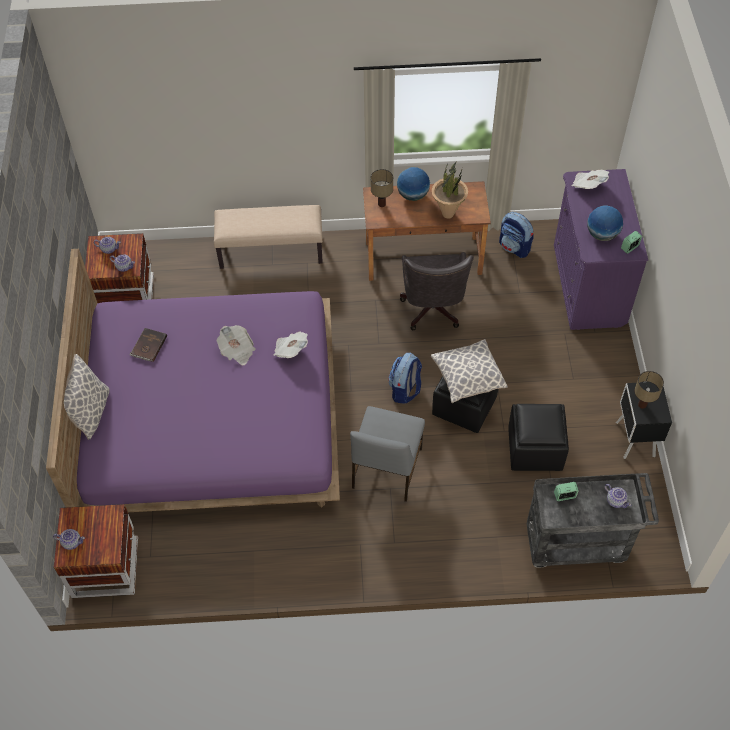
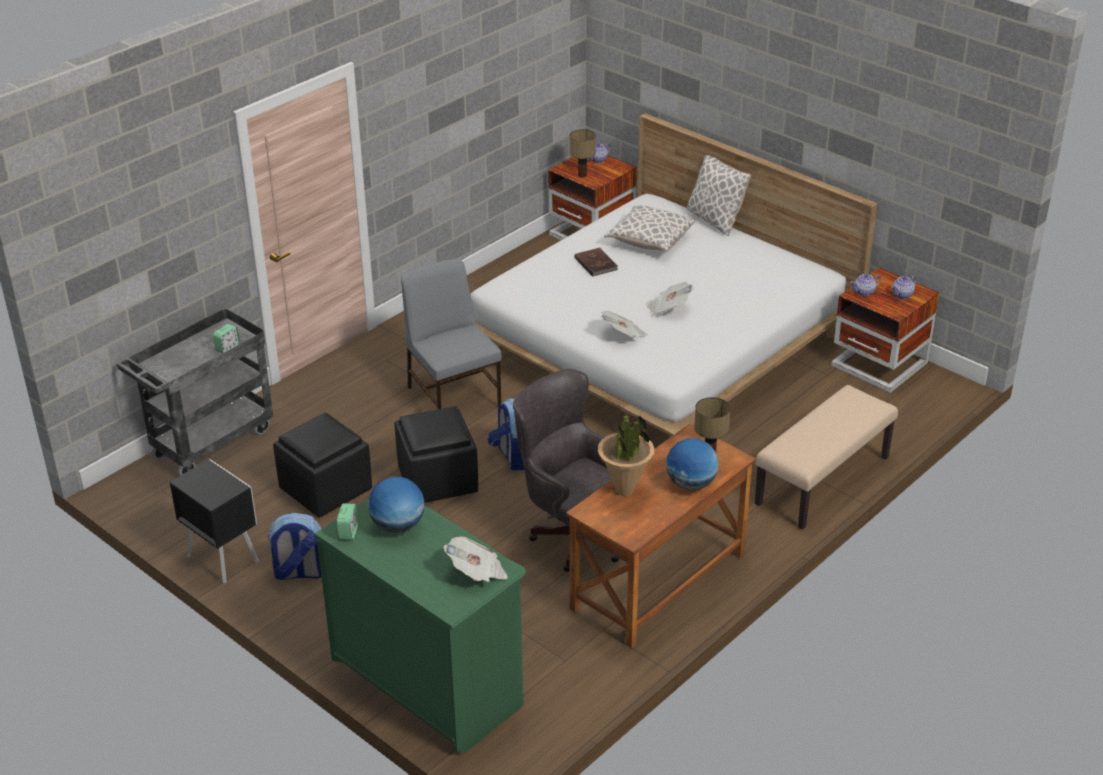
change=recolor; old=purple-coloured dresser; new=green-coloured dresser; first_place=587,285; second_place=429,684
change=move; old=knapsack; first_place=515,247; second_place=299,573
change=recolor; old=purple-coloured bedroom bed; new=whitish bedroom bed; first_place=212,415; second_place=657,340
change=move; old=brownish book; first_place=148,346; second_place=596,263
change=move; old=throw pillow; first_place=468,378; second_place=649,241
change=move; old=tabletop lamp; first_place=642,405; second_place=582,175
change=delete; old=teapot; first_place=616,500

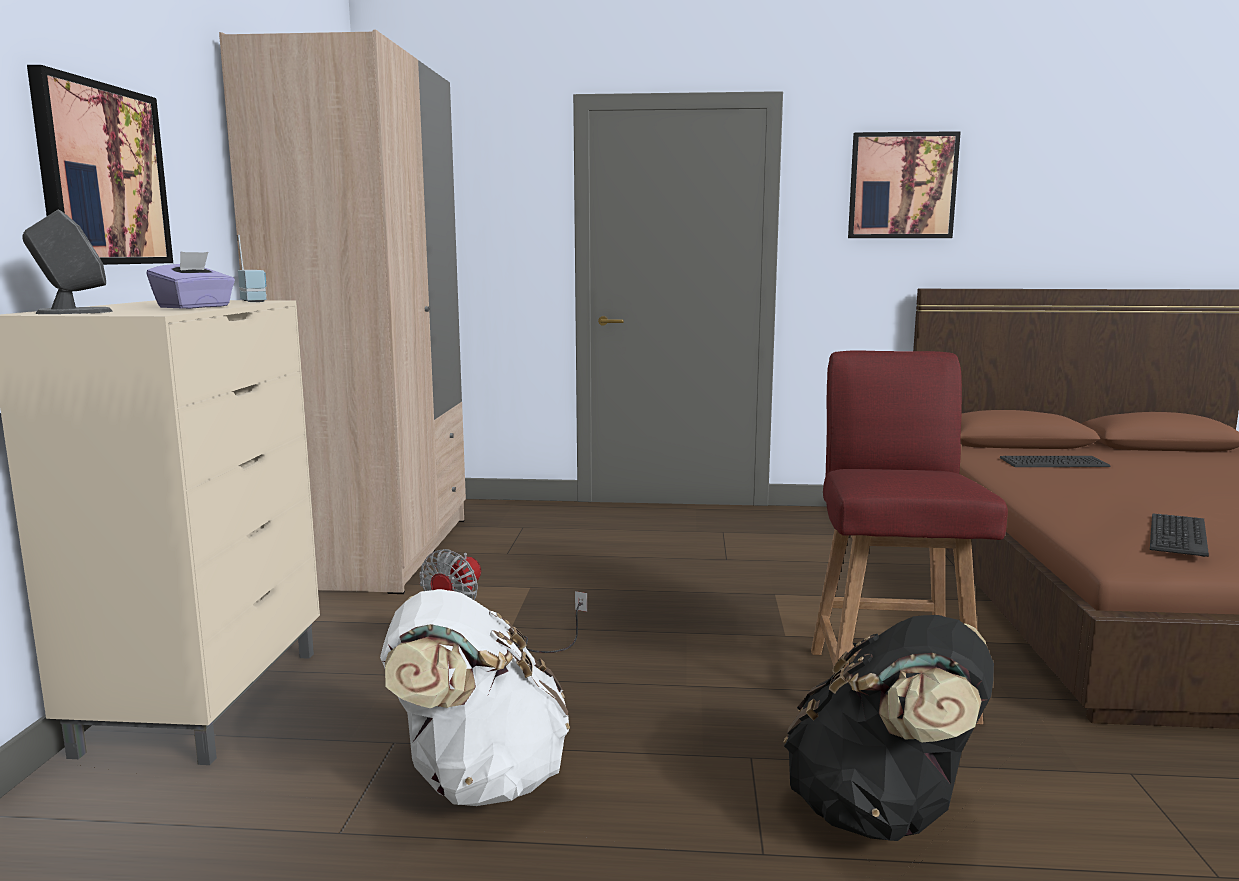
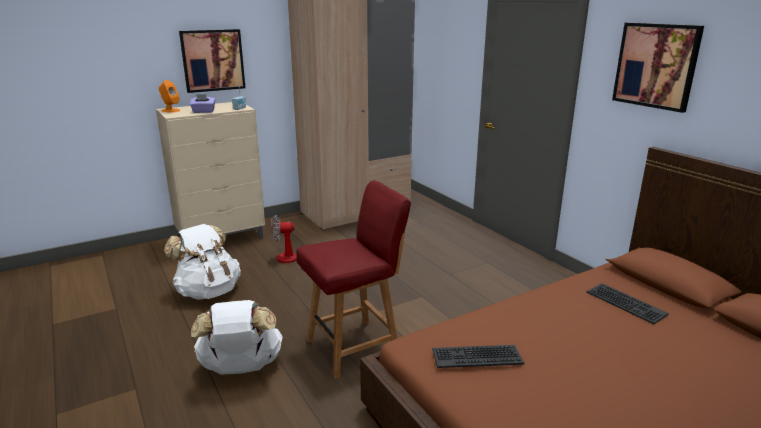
change=recolor; old=gray audio speaker; new=orangey audio speaker; first_place=73,312; second_place=170,110
change=recolor; old=black knapsack; new=whitish knapsack; first_place=883,813; second_place=241,368

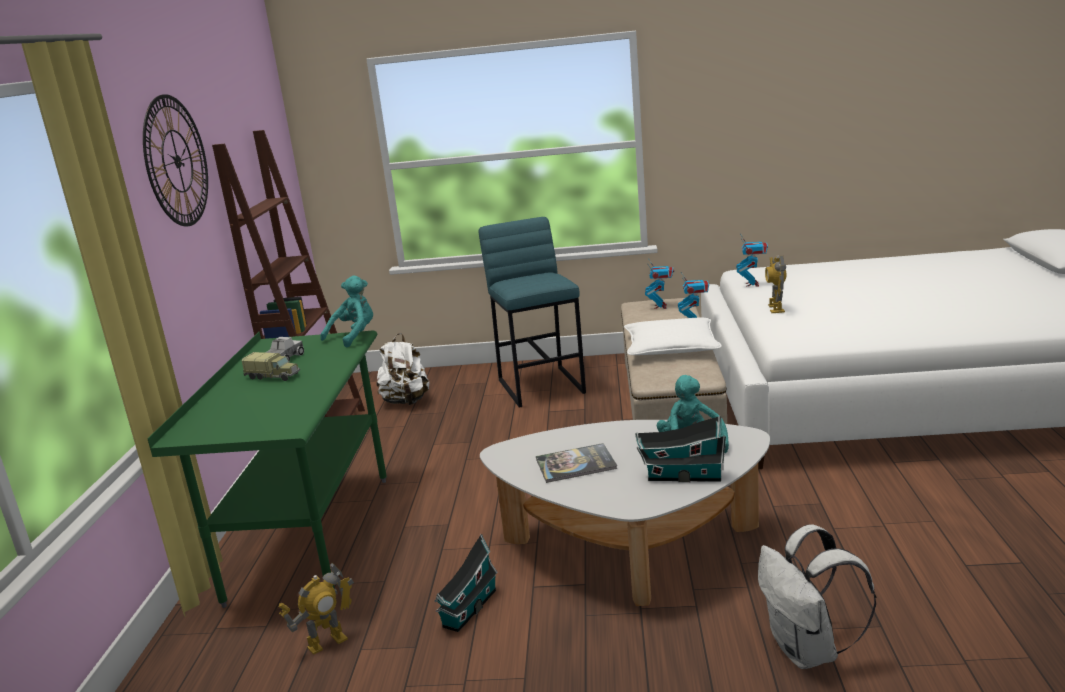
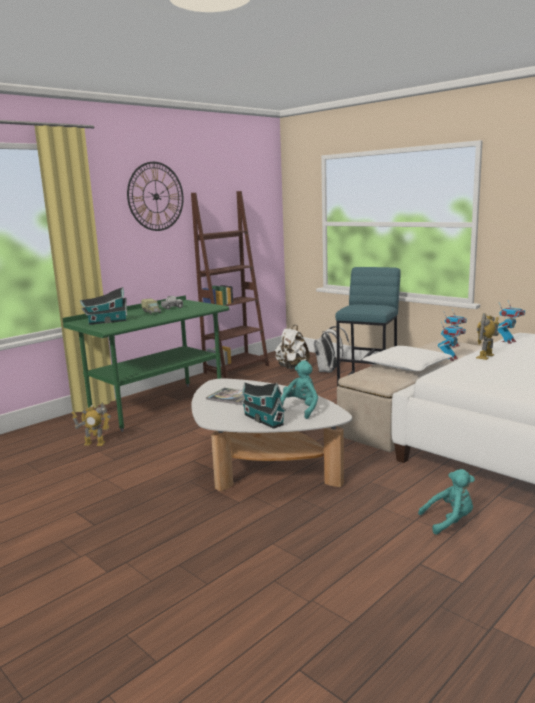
change=move; old=blue-green plush toy; first_place=354,336; second_place=449,521
change=move; old=whitish knapsack; first_place=808,651; second_place=329,371
change=move; old=miniature house; first_place=468,610; second_place=106,322

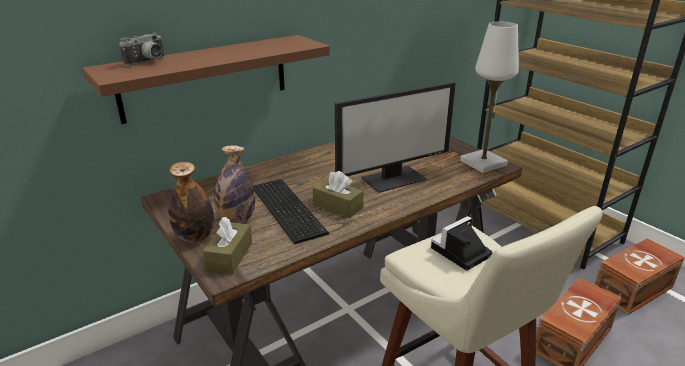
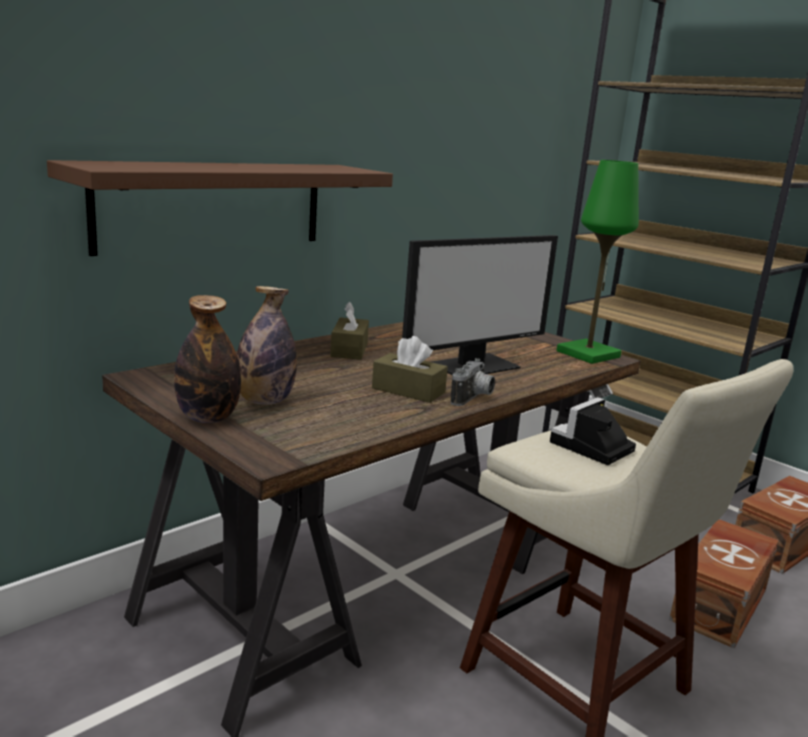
change=recolor; old=whitish tabletop lamp; new=green-coloured tabletop lamp; first_place=483,163; second_place=588,354
change=move; old=still camera; first_place=148,62; second_place=473,399
change=delete; old=computer keyboard; first_place=289,208
change=move; old=brownish tissue holder; first_place=229,256; second_place=349,349

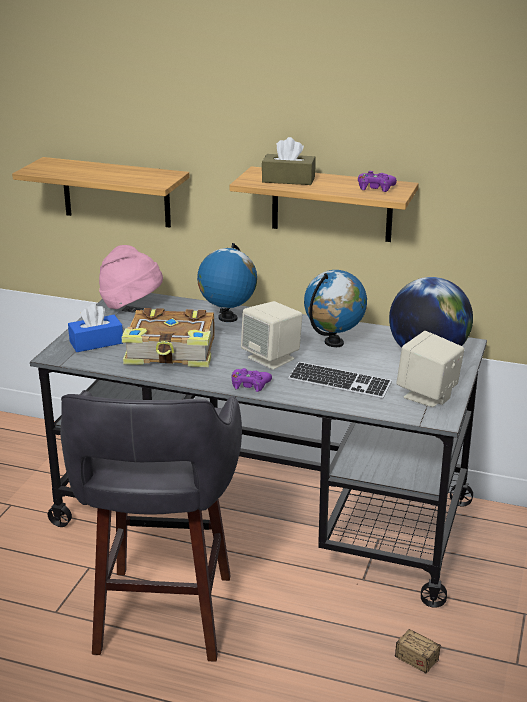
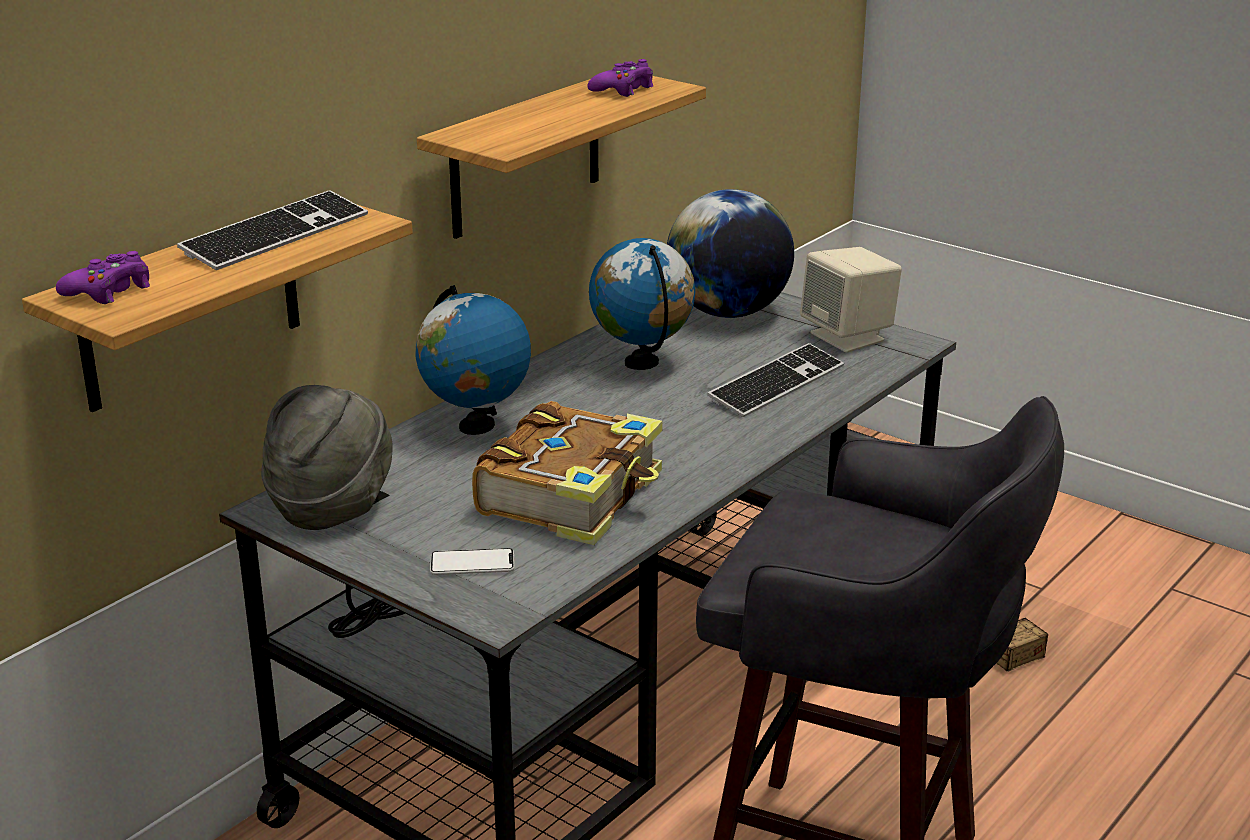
change=delete; old=brownish tissue holder; first_place=288,179
change=recolor; old=pink-coloured hat; new=gray hat; first_place=131,305; second_place=332,506
change=delete; old=beige audio speaker; first_place=272,358
change=replace; old=bluish tissue holder; new=phone; first_place=96,342; second_place=472,564
change=move; old=purple-coloured gamepad; first_place=250,385; second_place=109,290
change=insert; new=computer keyboard; second_place=276,235

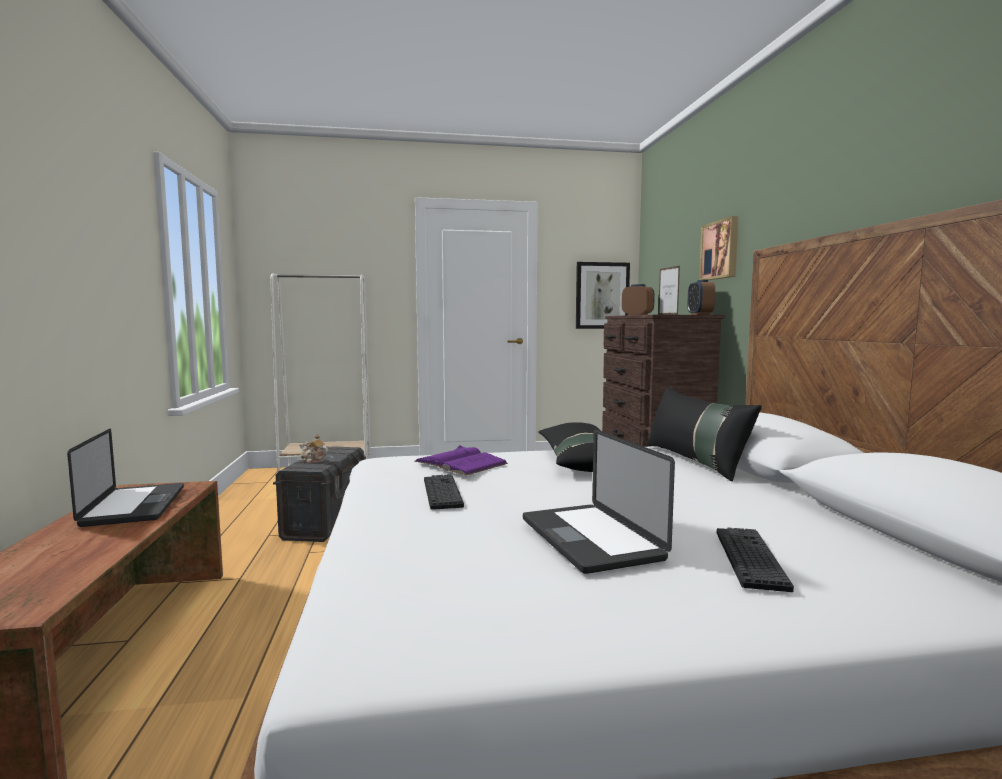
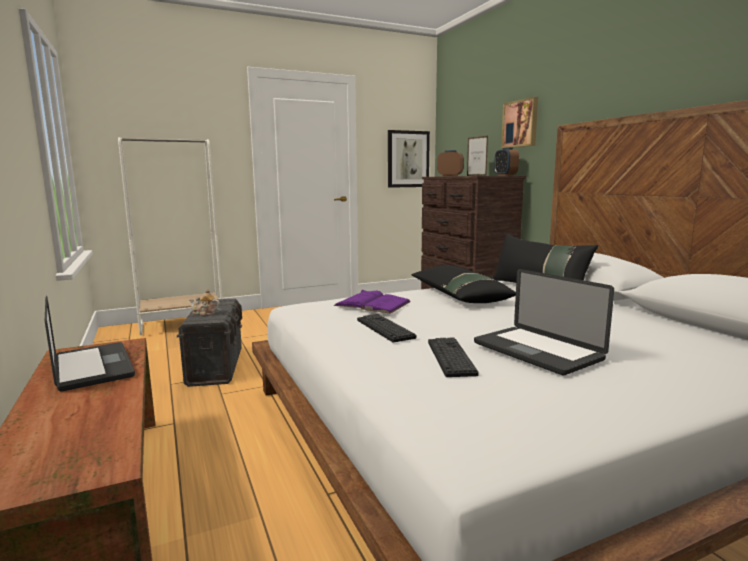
change=move; old=computer keyboard; first_place=750,558; second_place=450,357

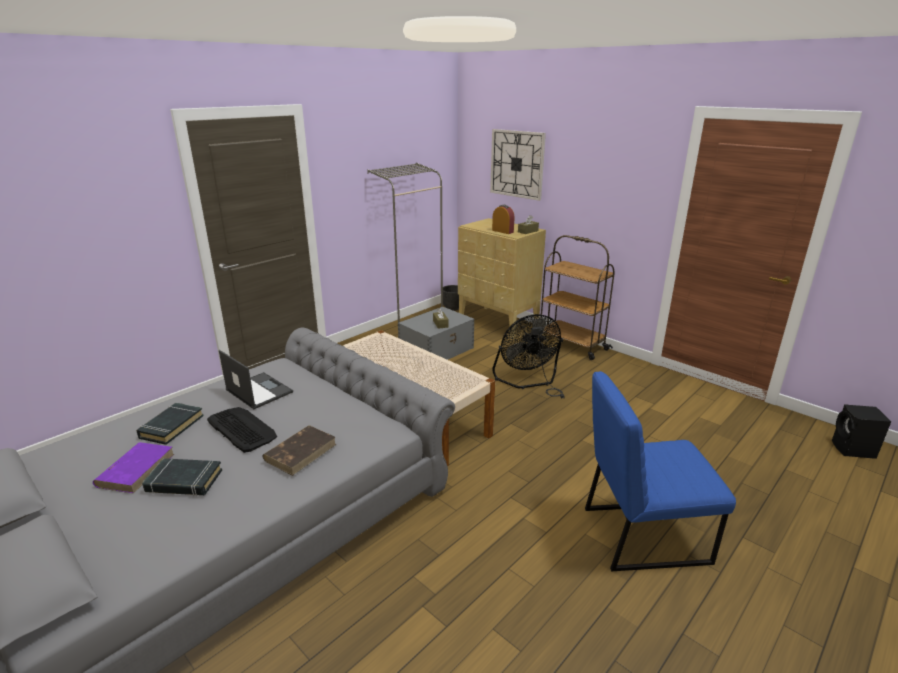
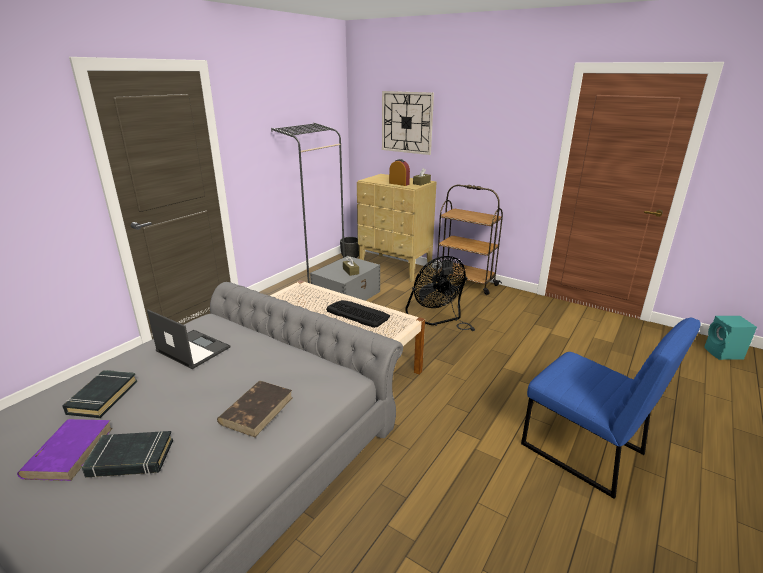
change=rotate; old=bluish chair; first_place=641,534; second_place=585,451; degrees=-120
change=recolor; old=black audio speaker; new=blue-green audio speaker; first_place=853,450; second_place=723,354
change=move; old=computer keyboard; first_place=241,429; second_place=357,313

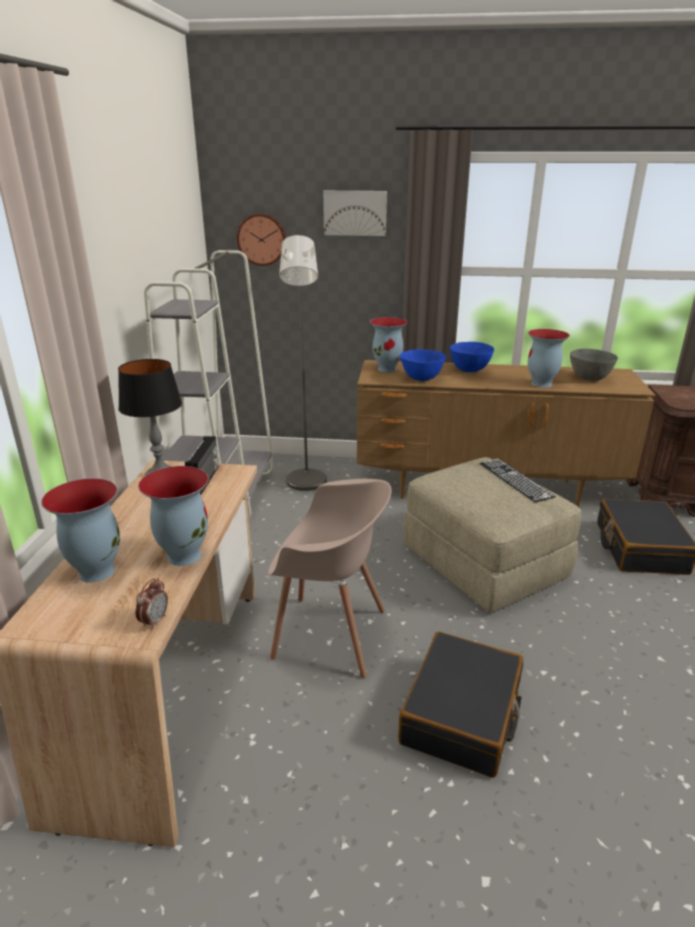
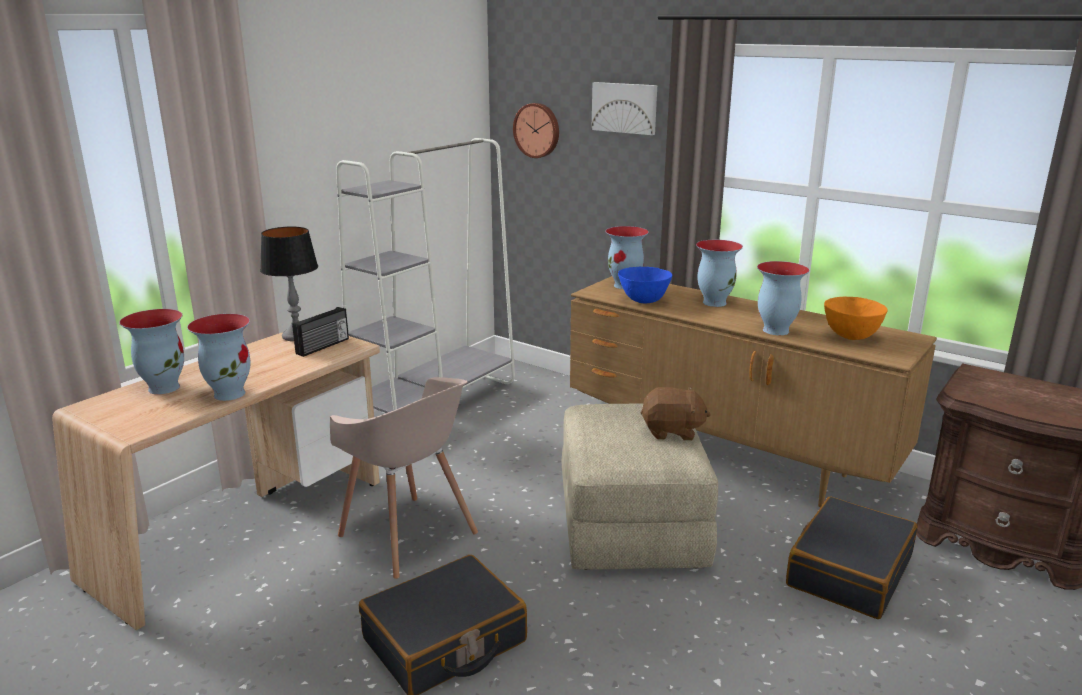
change=delete; old=gray standing lamp; first_place=306,485
change=replace; old=bluish deep dish; new=vase; first_place=469,370; second_place=714,302
change=recolor; old=gray deep dish; new=orangey deep dish; first_place=590,379; second_place=851,337
change=replace; old=computer keyboard; new=brownish plush toy; first_place=515,479; second_place=672,431
change=delete; old=bedside clock; first_place=154,621

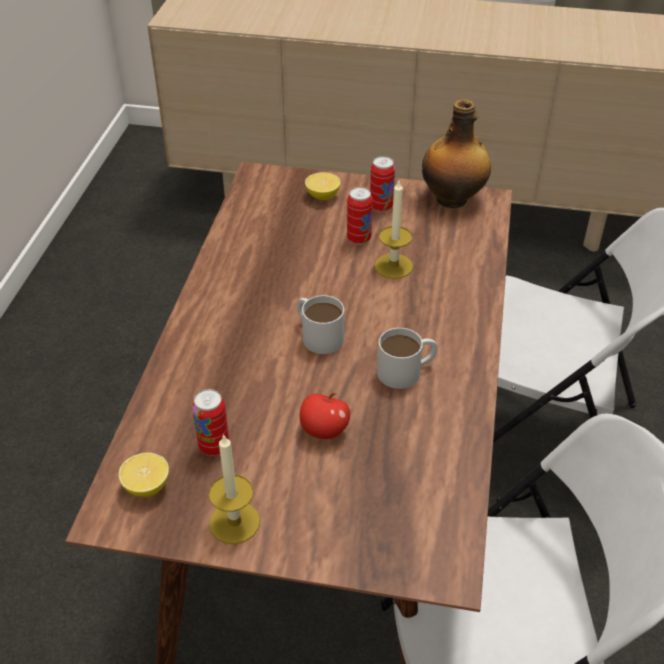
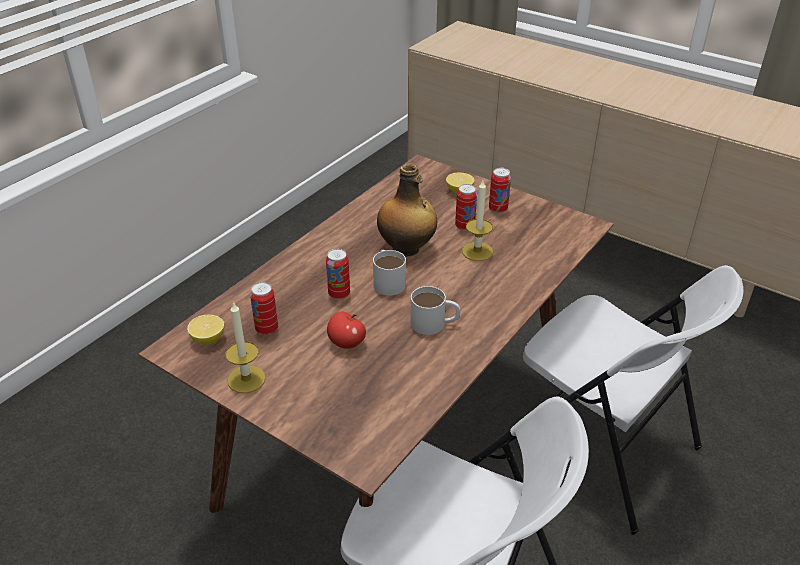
change=move; old=beverage bottle; first_place=453,199; second_place=407,249
change=insert; new=can; second_place=339,294

